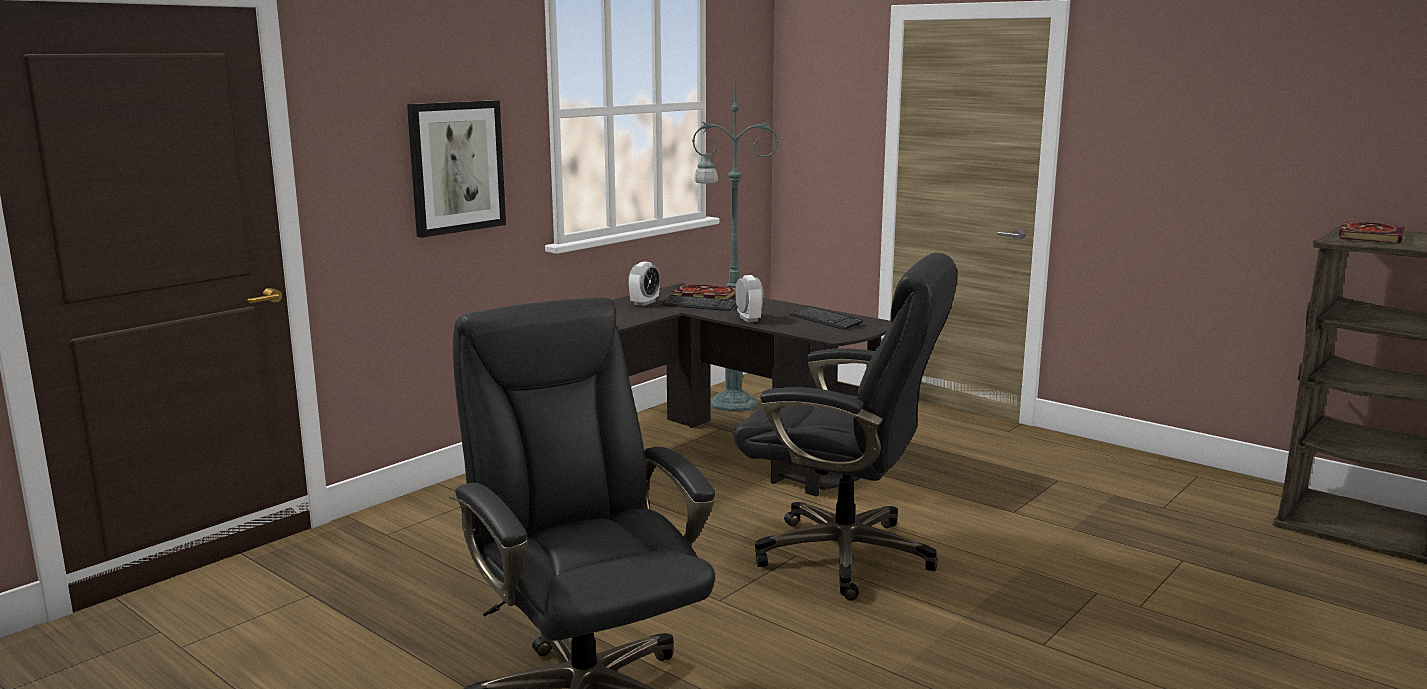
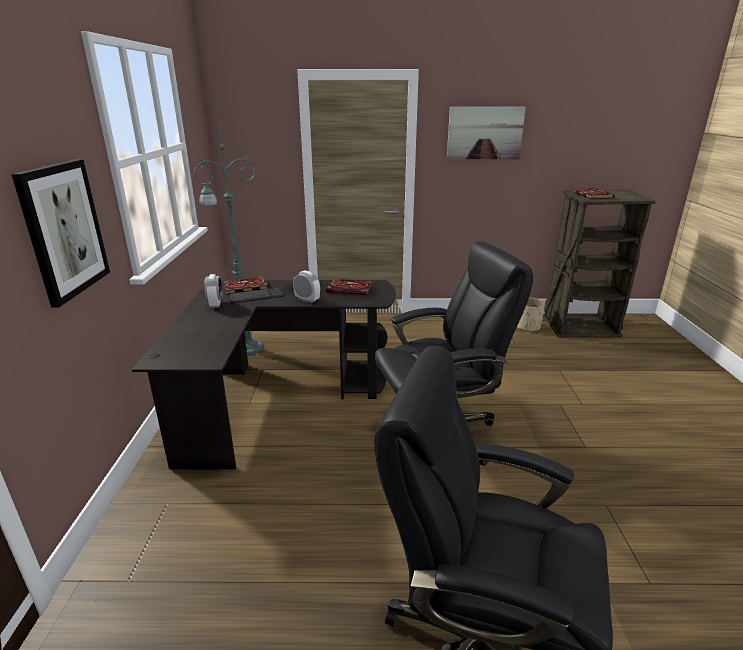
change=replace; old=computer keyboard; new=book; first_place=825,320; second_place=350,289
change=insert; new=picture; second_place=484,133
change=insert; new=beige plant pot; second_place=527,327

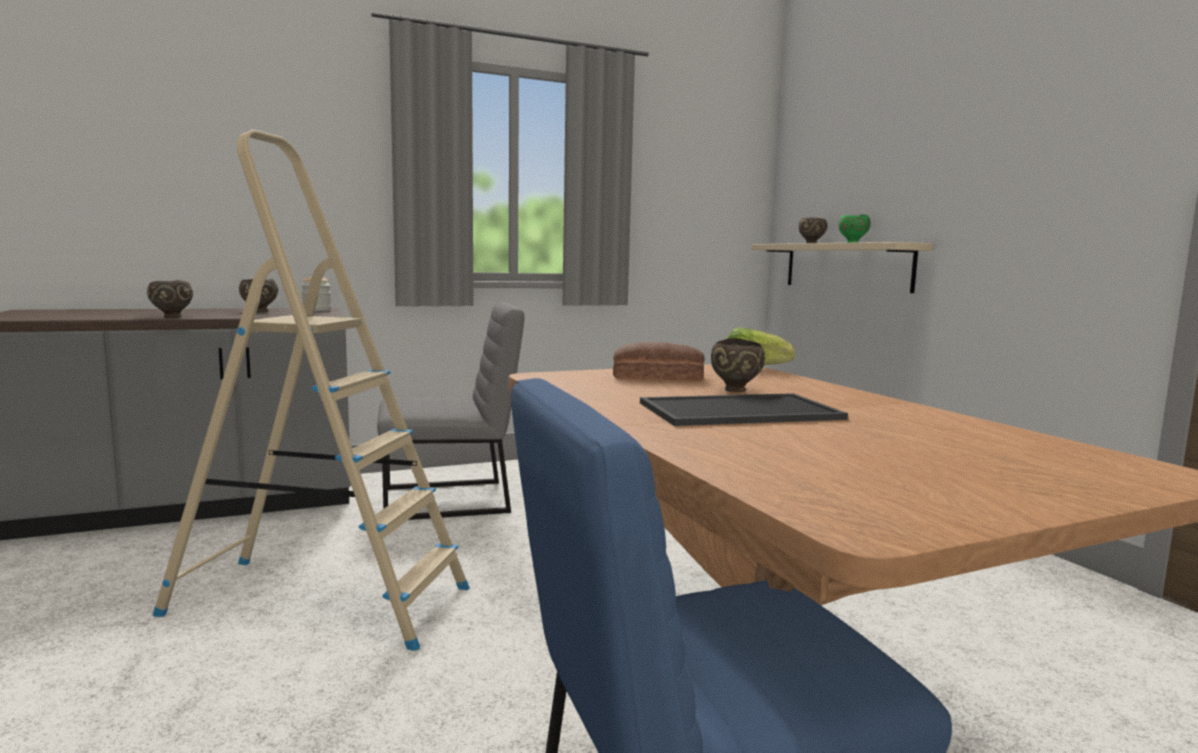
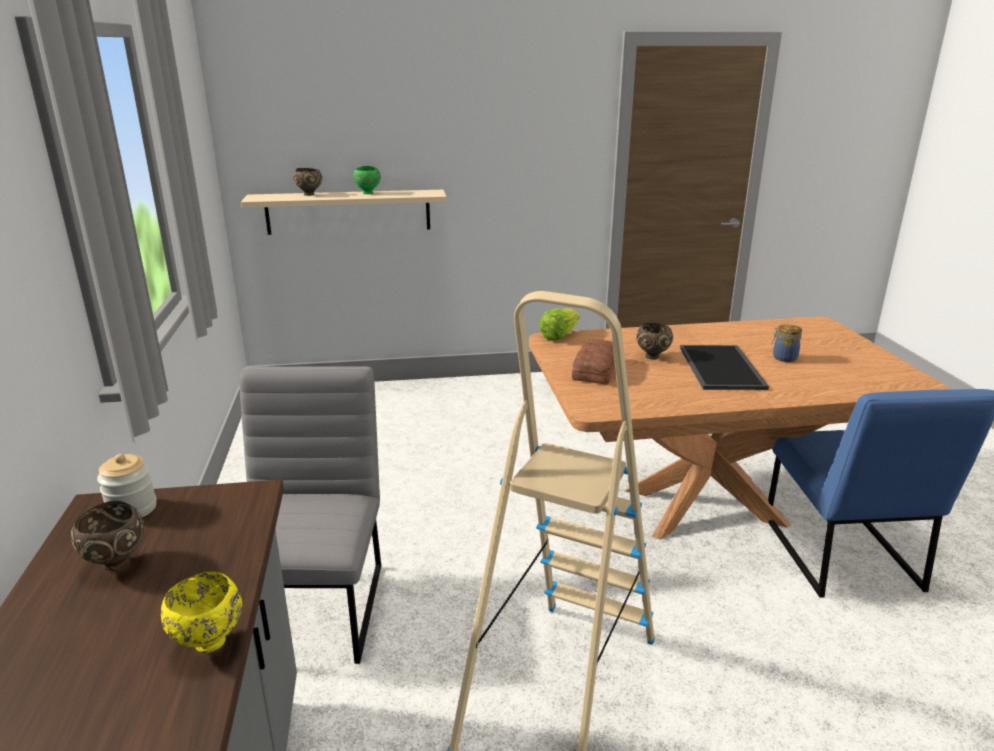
change=recolor; old=brownish deep dish; new=yellowish deep dish; first_place=171,317; second_place=208,644
change=insert; new=preserve jar; second_place=783,358

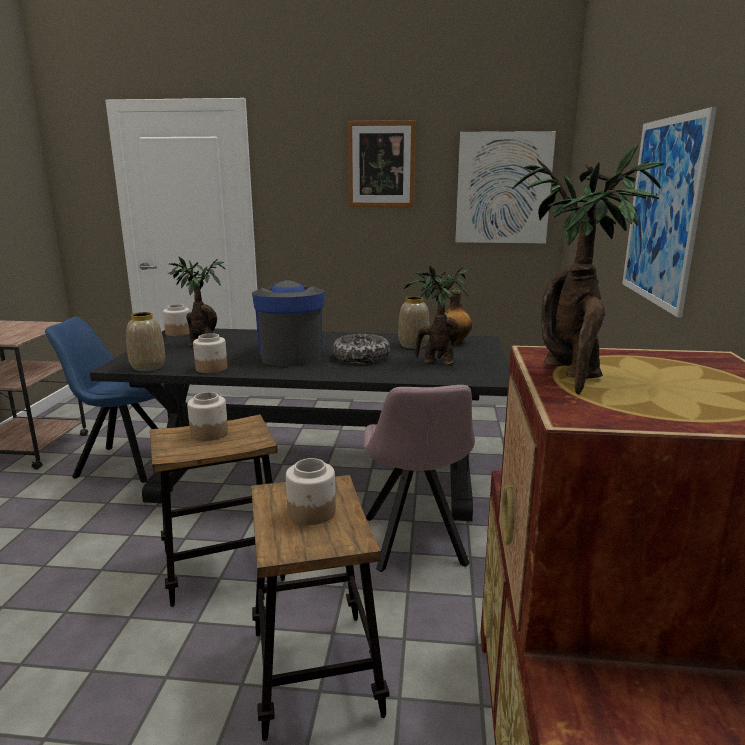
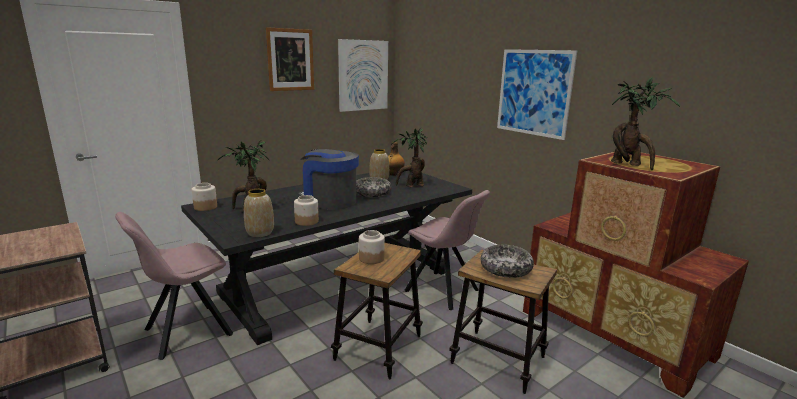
change=recolor; old=bluish chair; new=pink-coloured chair; first_place=125,463; second_place=187,331
change=replace; old=preserve jar; new=deep dish; first_place=312,512; second_place=506,268

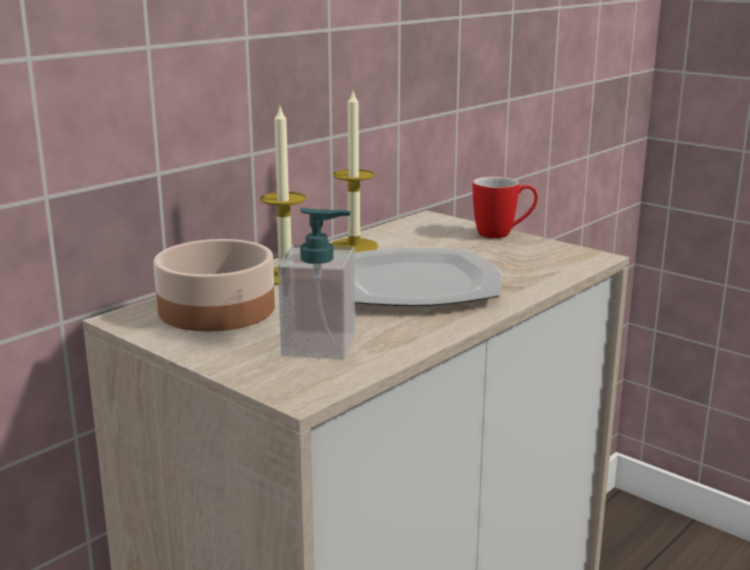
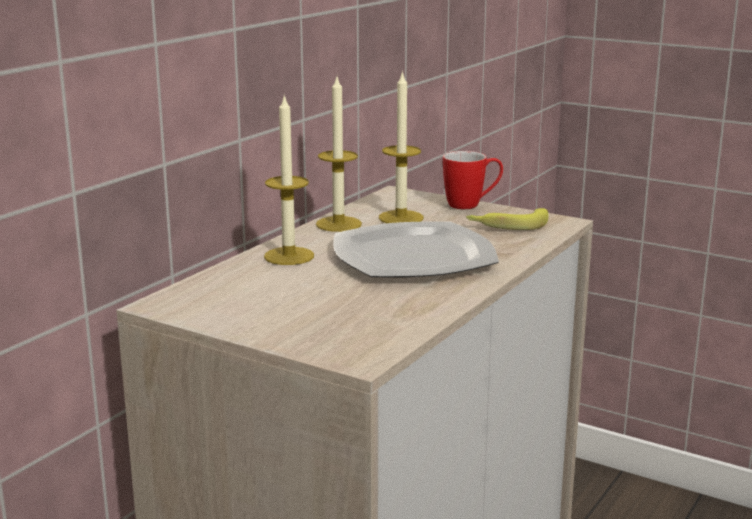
change=delete; old=soap bottle; first_place=319,345
change=delete; old=deep dish; first_place=215,309
change=insert; new=wax candle; second_place=401,218
change=insert; new=banana; second_place=507,225

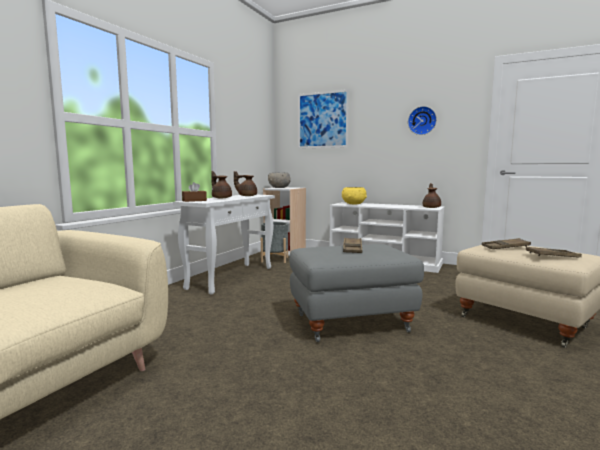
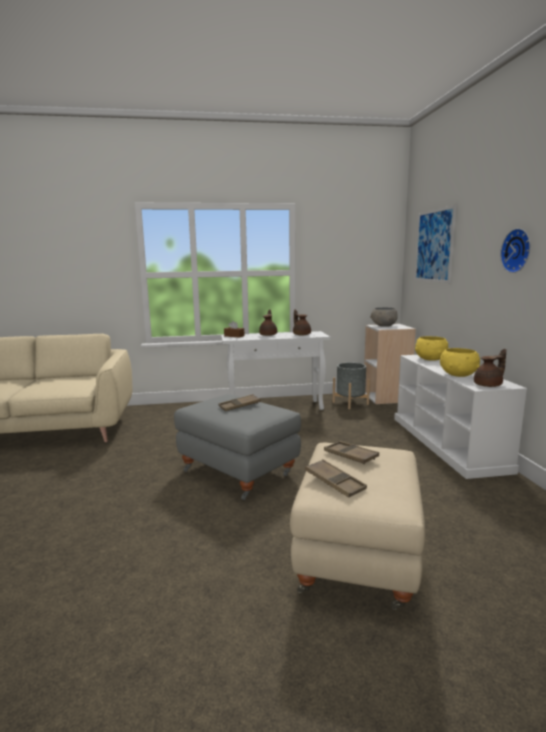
change=insert; new=yellowish deep dish; second_place=458,375

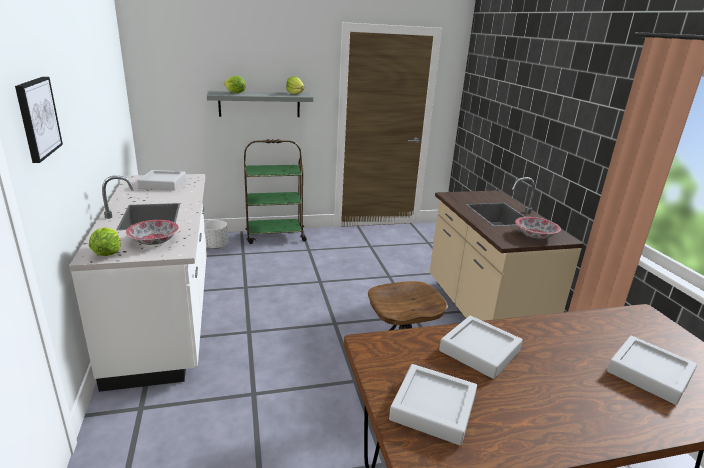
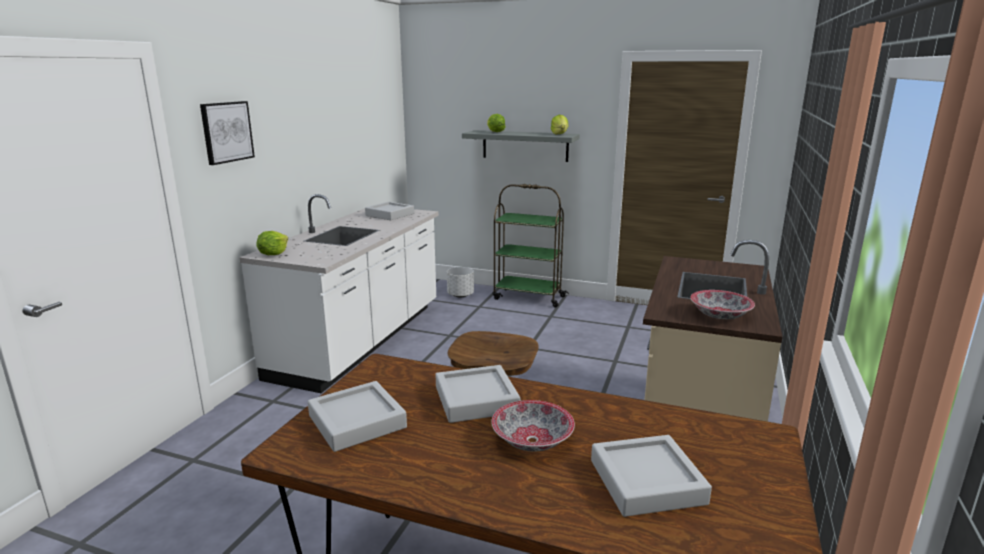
change=move; old=deep dish; first_place=153,241; second_place=531,440

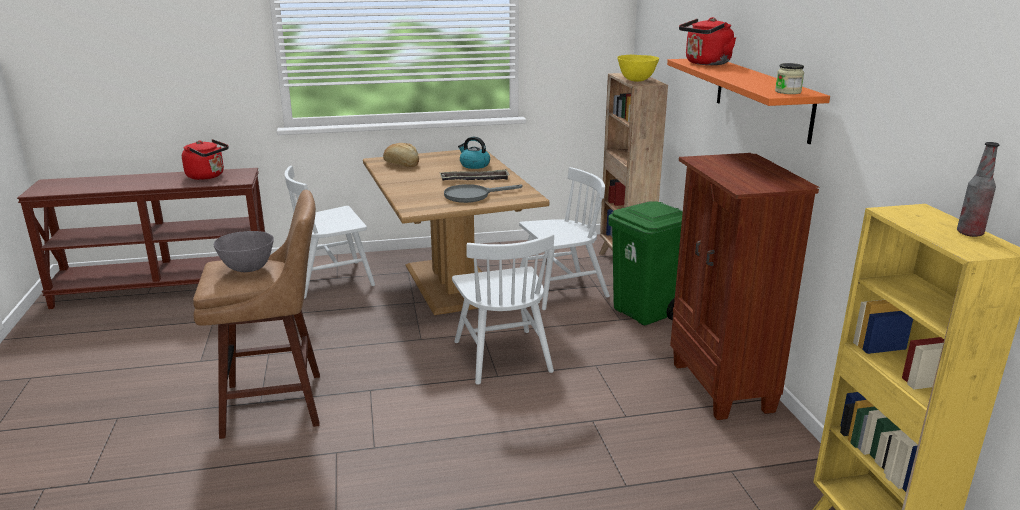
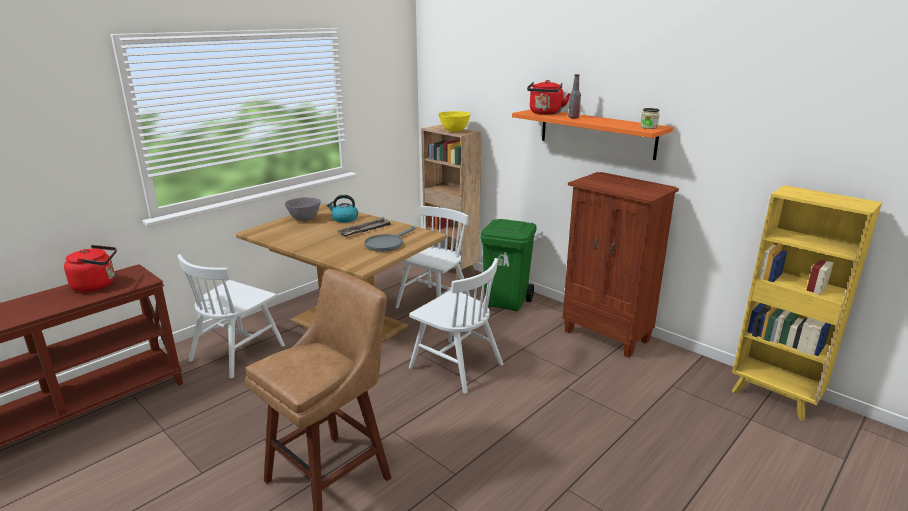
change=move; old=beverage bottle; first_place=969,233; second_place=573,117
change=delete; old=baked bread; first_place=401,164
change=move; old=gray deep dish; first_place=248,269; second_place=304,219

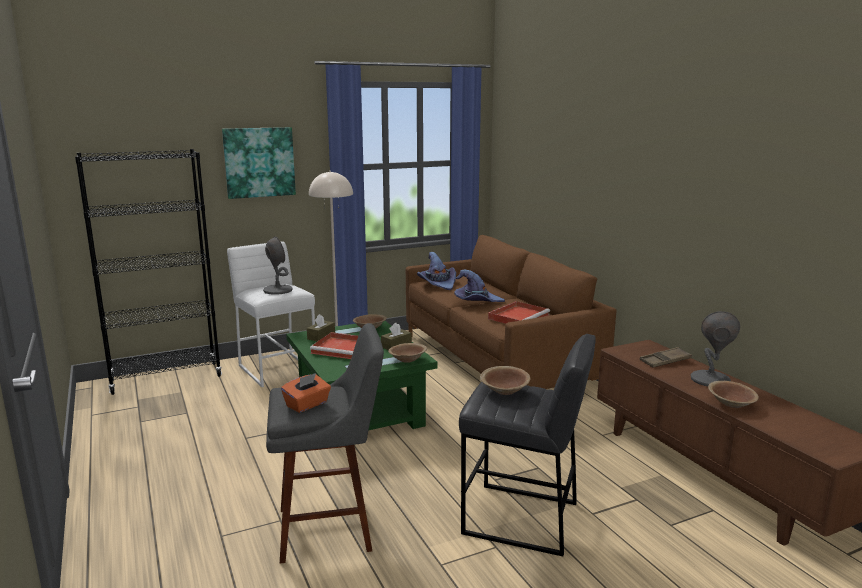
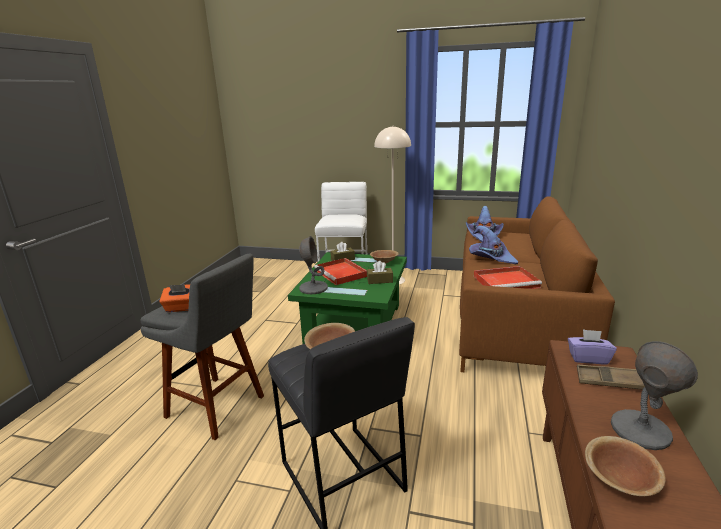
change=delete; old=picture; first_place=259,162
change=delete; old=black bookshelf; first_place=166,378
change=move; old=gray tabletop lamp; first_place=277,290; second_place=313,288
change=delete; old=brownish deep dish; first_place=407,360
change=insert; new=purple-coloured tissue holder; second_place=588,358

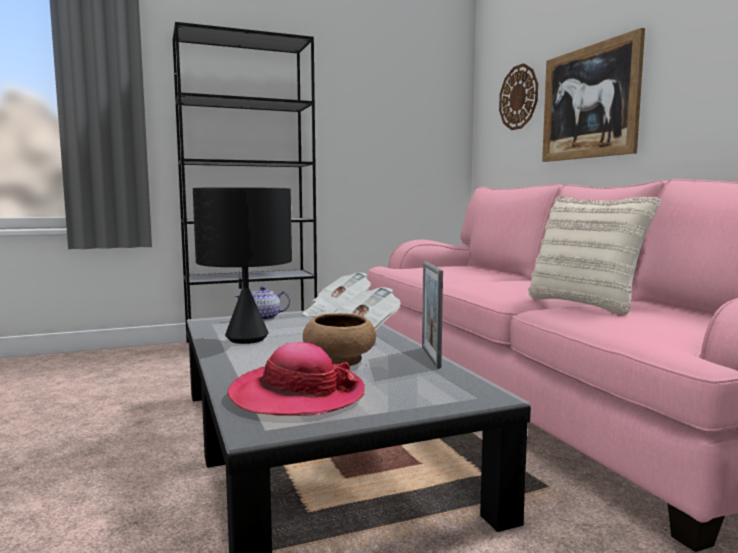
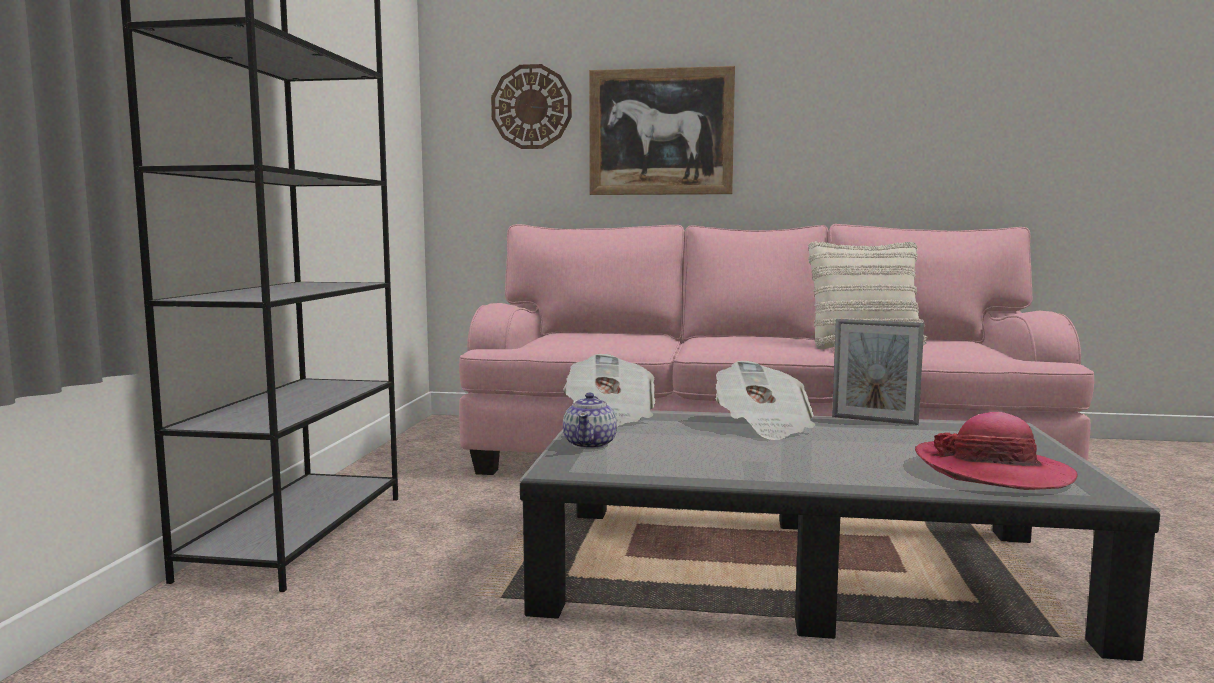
change=delete; old=black tabletop lamp; first_place=247,339
change=delete; old=brownish deep dish; first_place=340,361

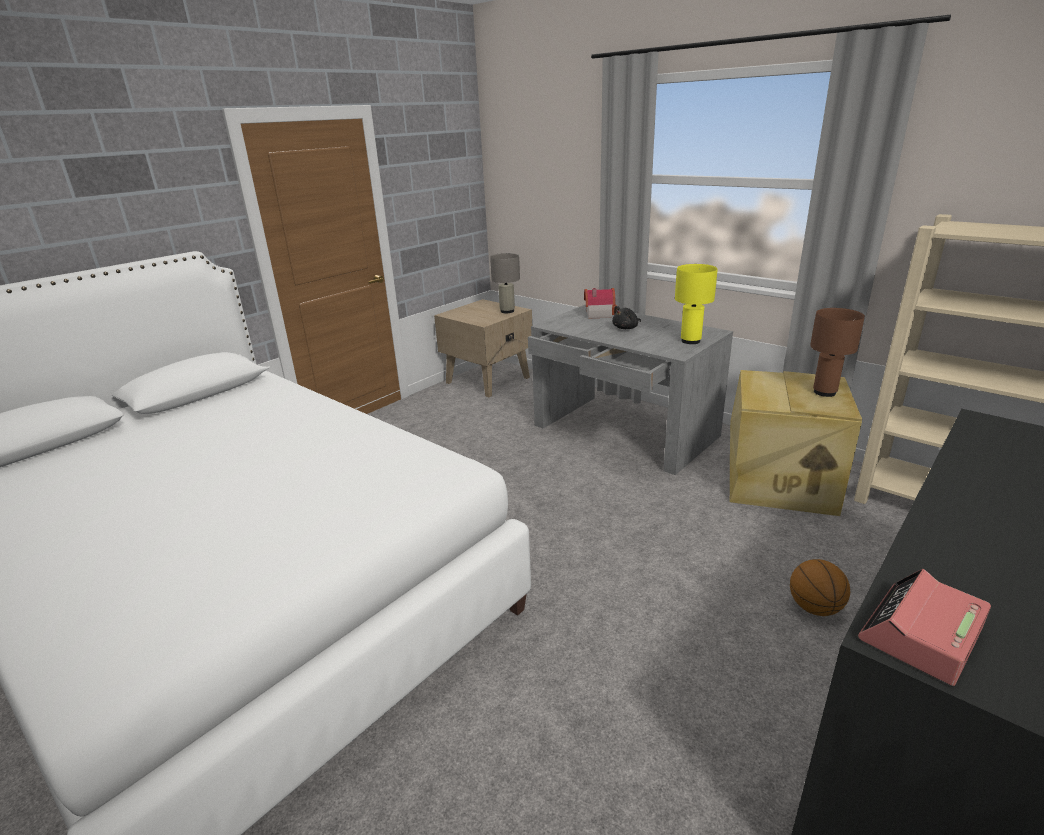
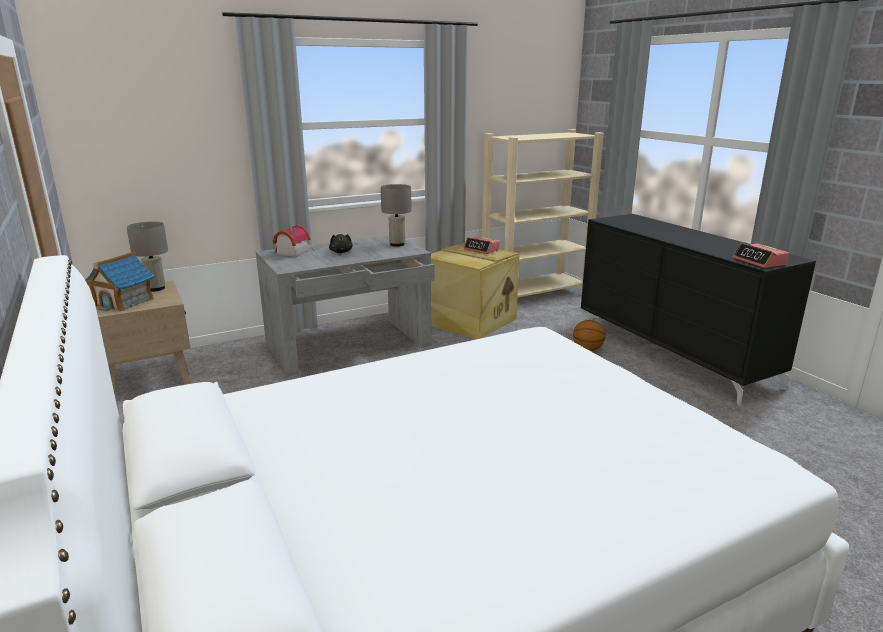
change=recolor; old=yellowish tabletop lamp; new=gray tabletop lamp; first_place=690,341; second_place=396,244
change=replace; old=brownish tabletop lamp; new=bedside clock; first_place=825,392; second_place=482,249
change=insert; new=miniature house; second_place=124,302

